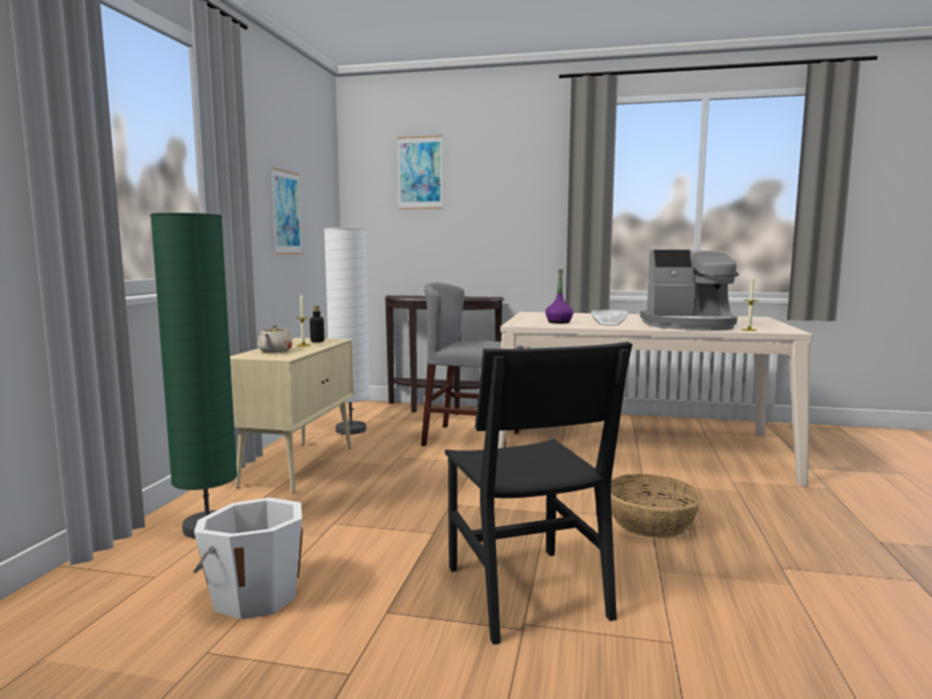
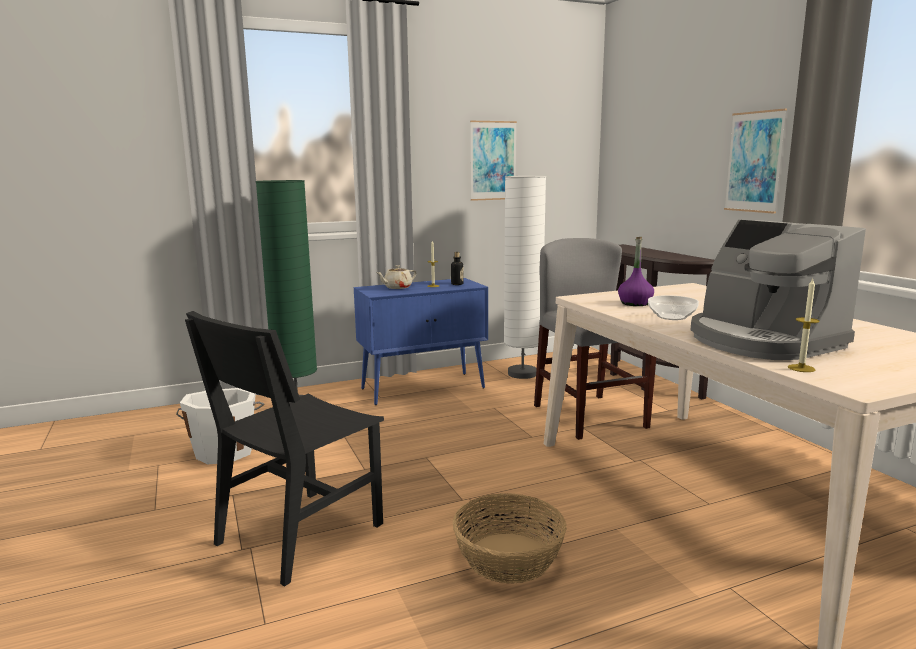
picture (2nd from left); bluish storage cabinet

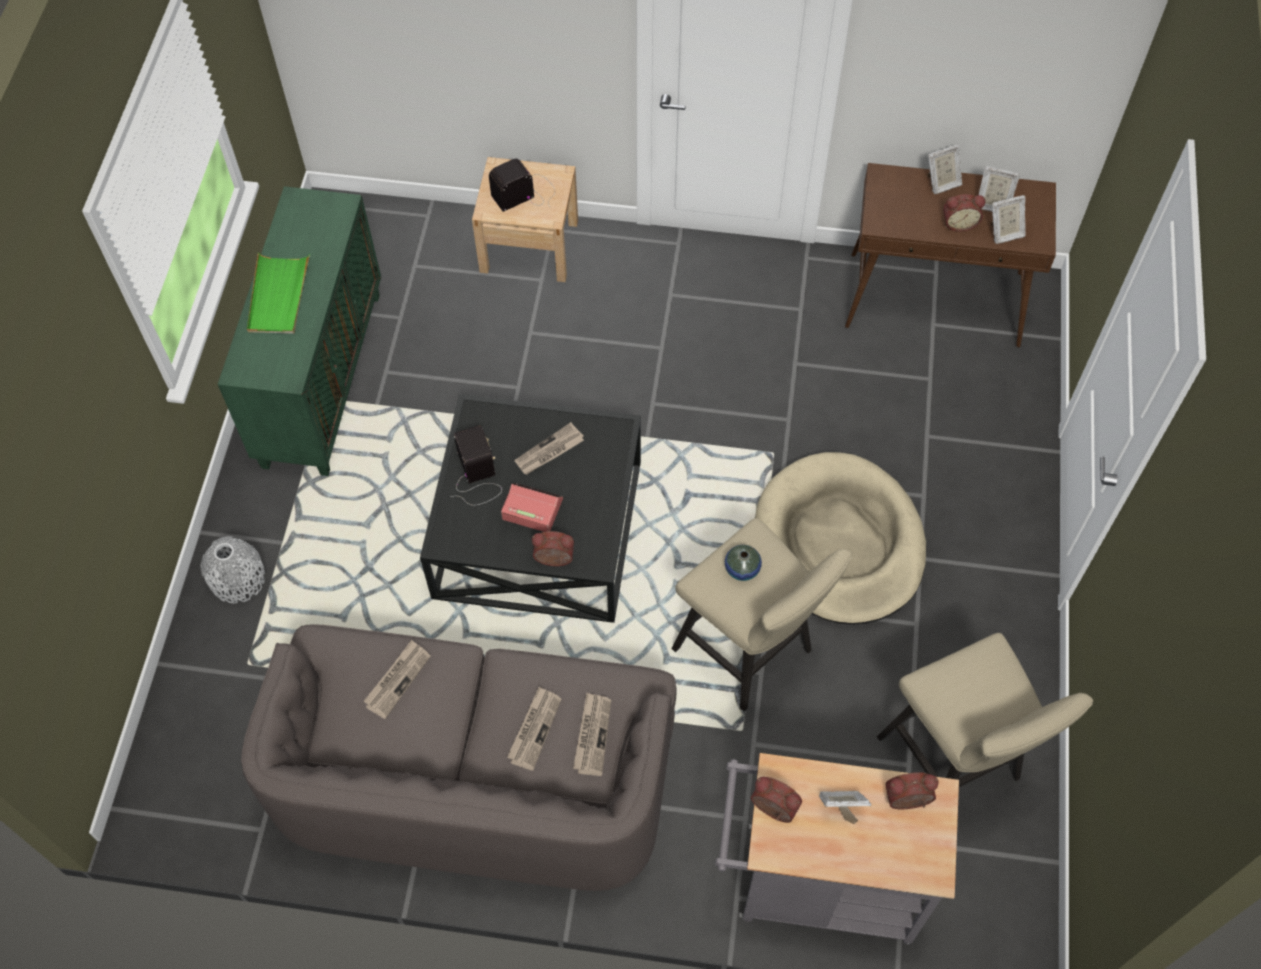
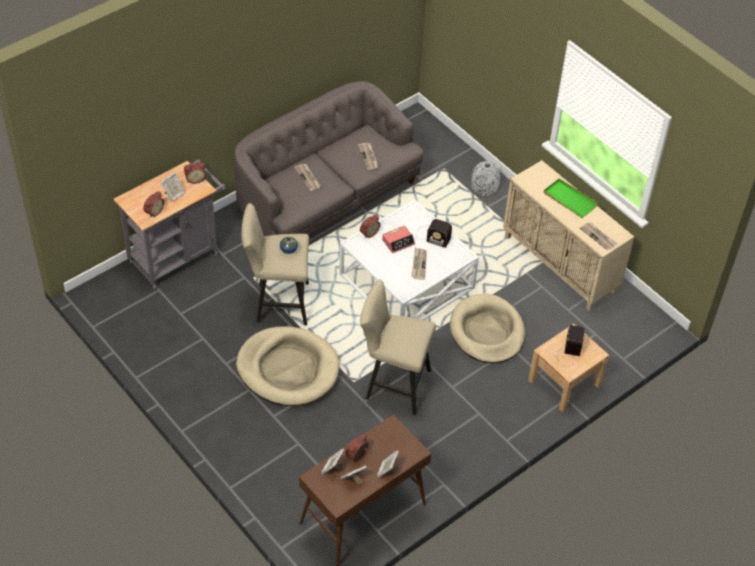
sand-coloured storage cabinet; whitish coffee table; sand-coloured stool (2nd from left); newspaper (4th from left); sand-coloured pet bed (2nd from left)

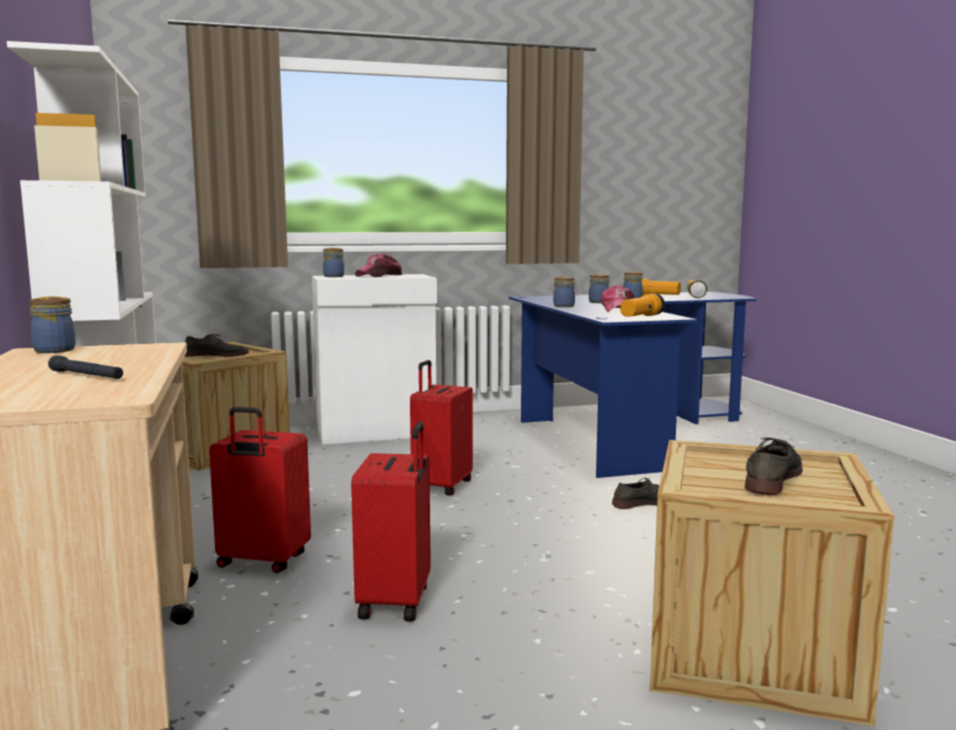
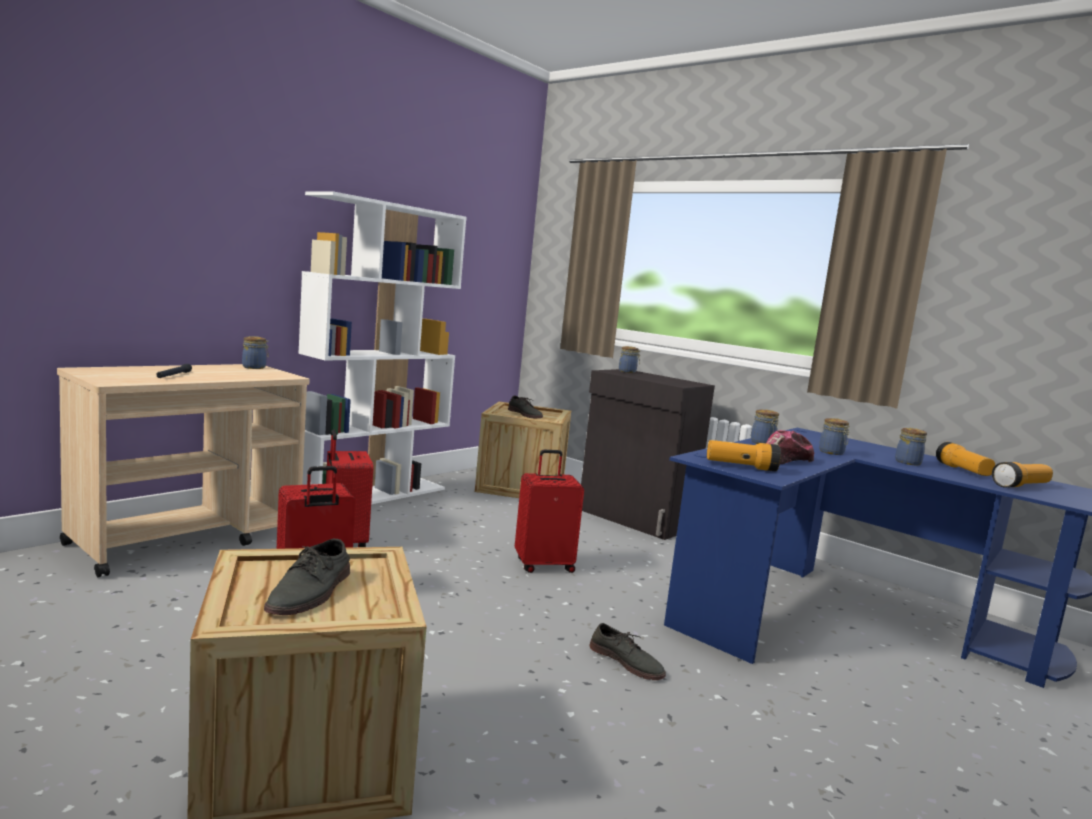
baseball cap (1st from left in the first image); black storage cabinet; greyish item of footwear (1st from left)

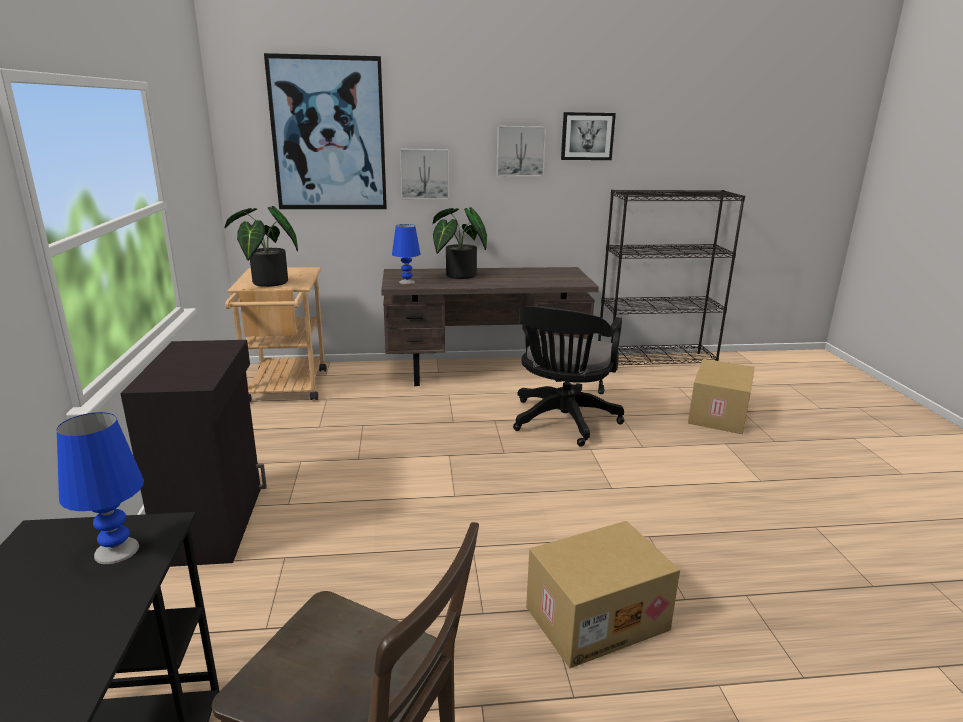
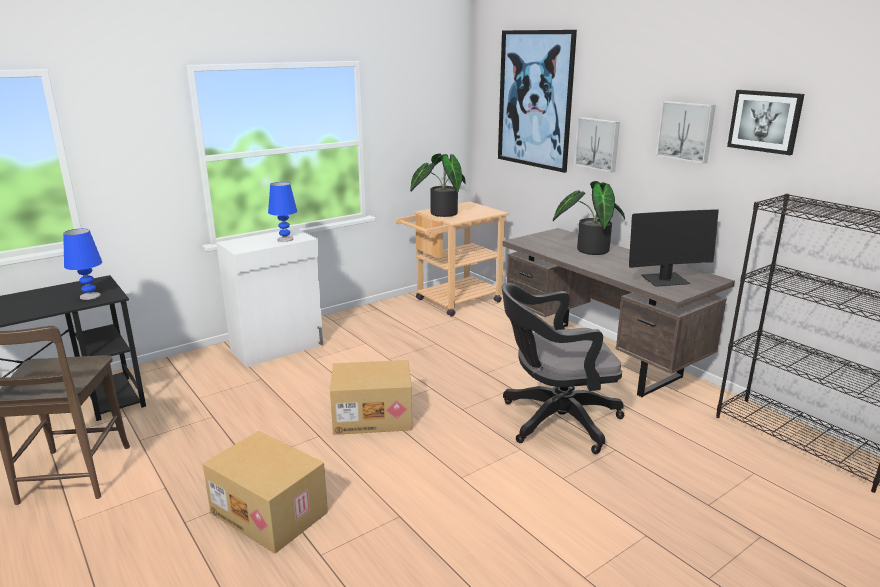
bluish lamp for a table (2nd from left); whitish storage cabinet; packing box (2nd from left); monitor

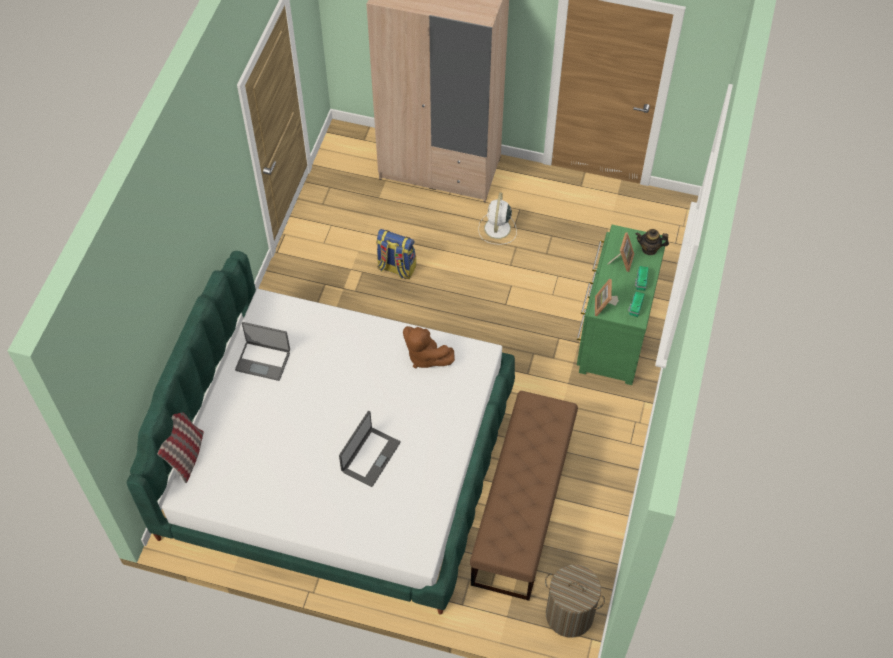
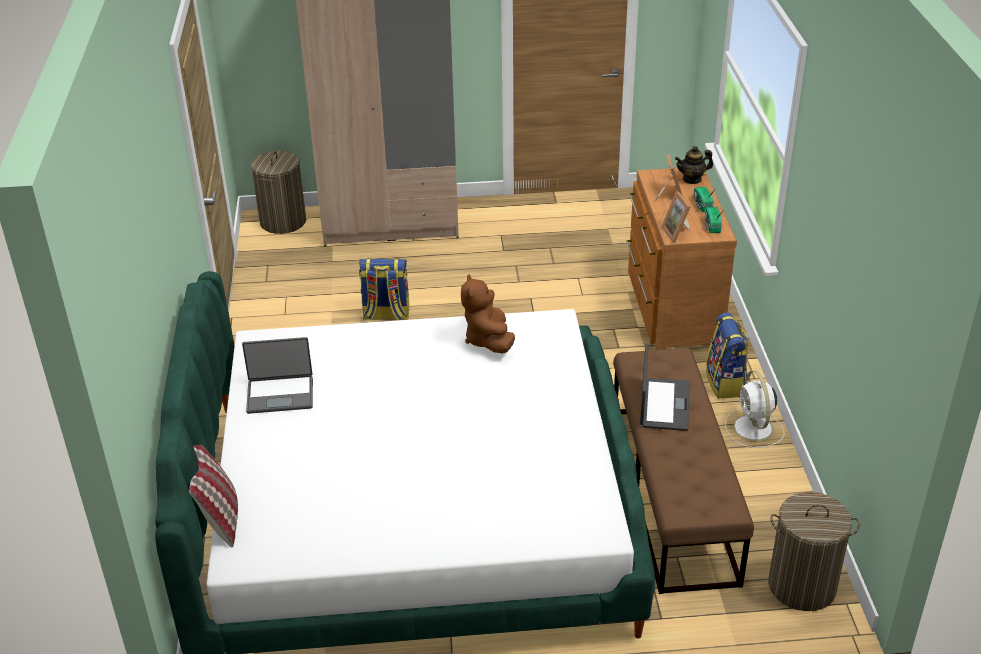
whitish cooling fan; brownish dresser; brownish plush toy; portable computer (2nd from left); washing basket (1st from left); backpack (2nd from left)

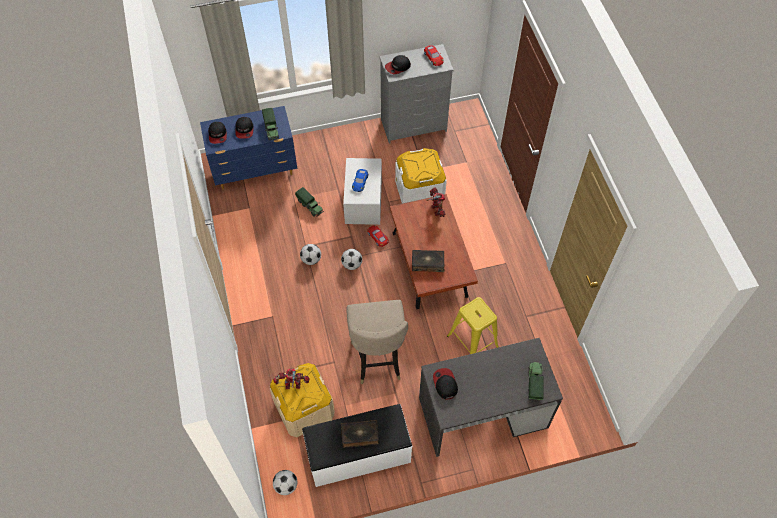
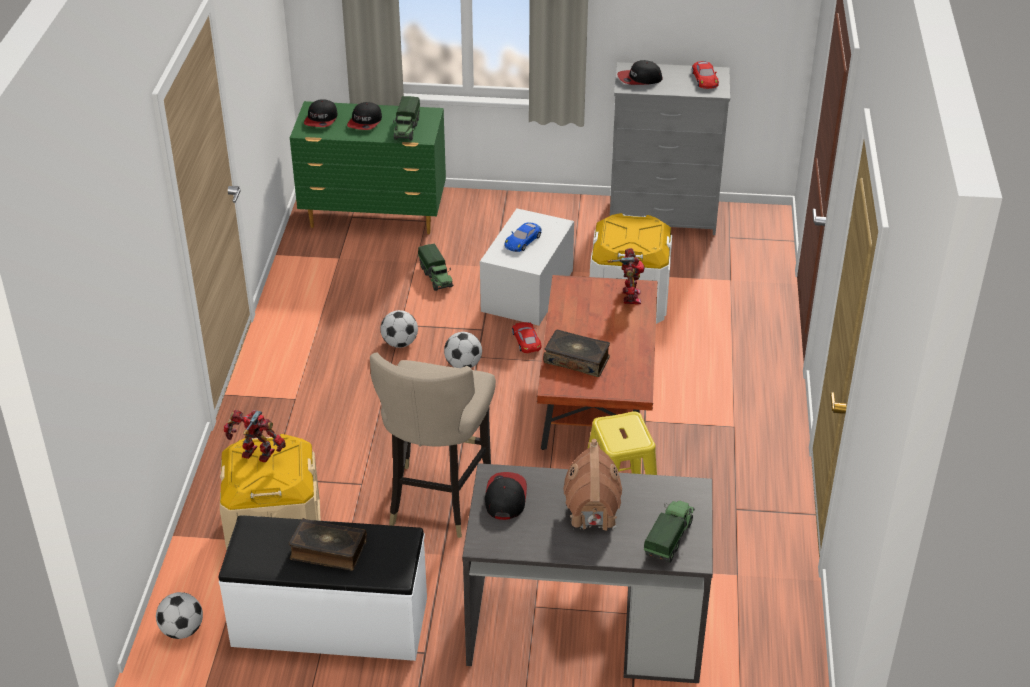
greenish dresser; toy house

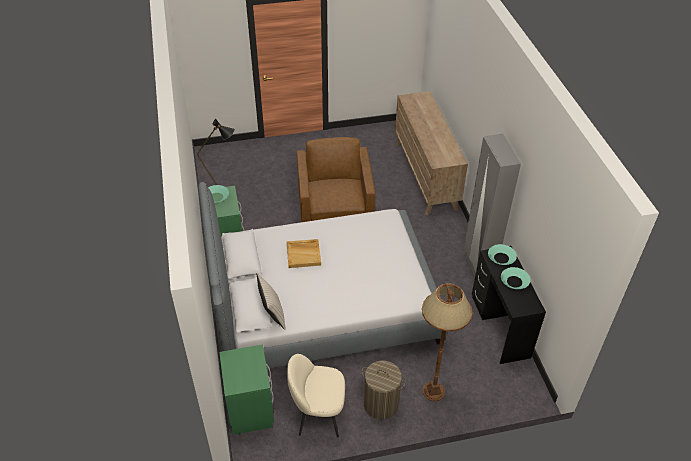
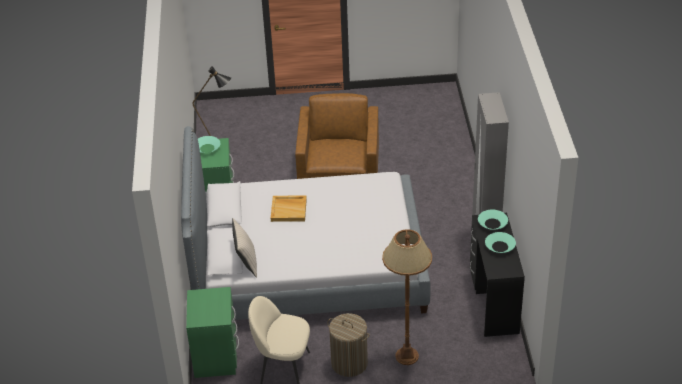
brownish dresser

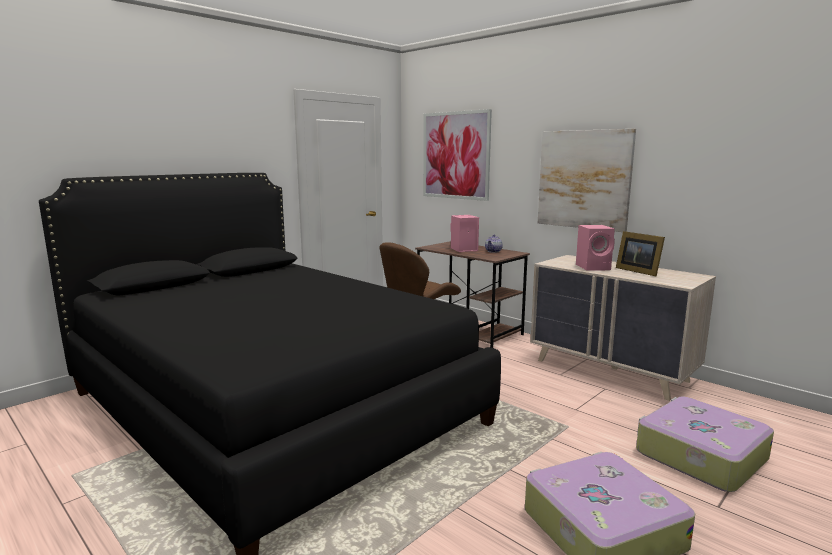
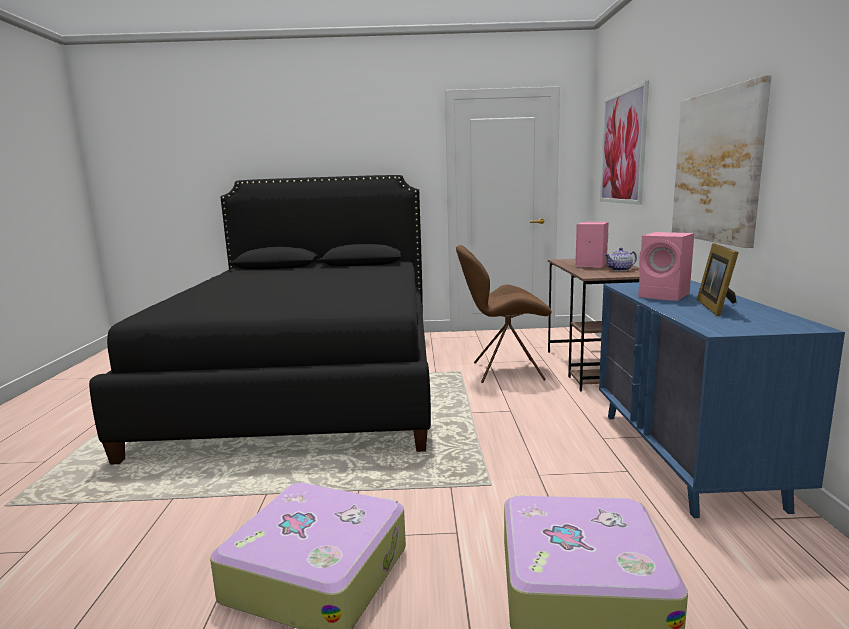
bluish dresser

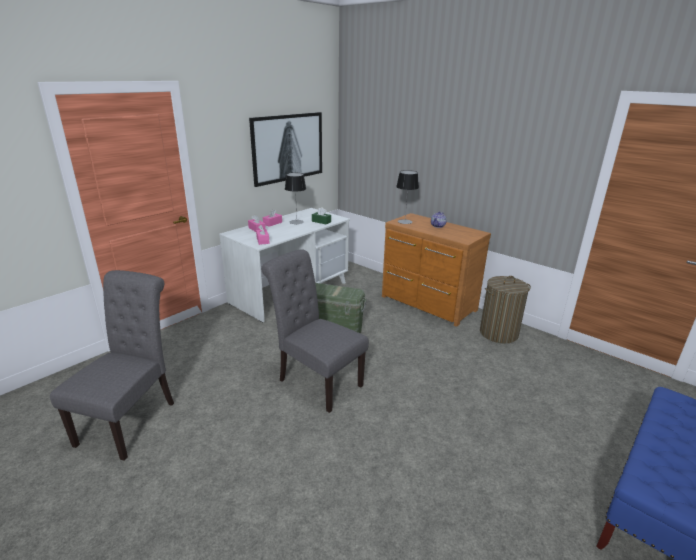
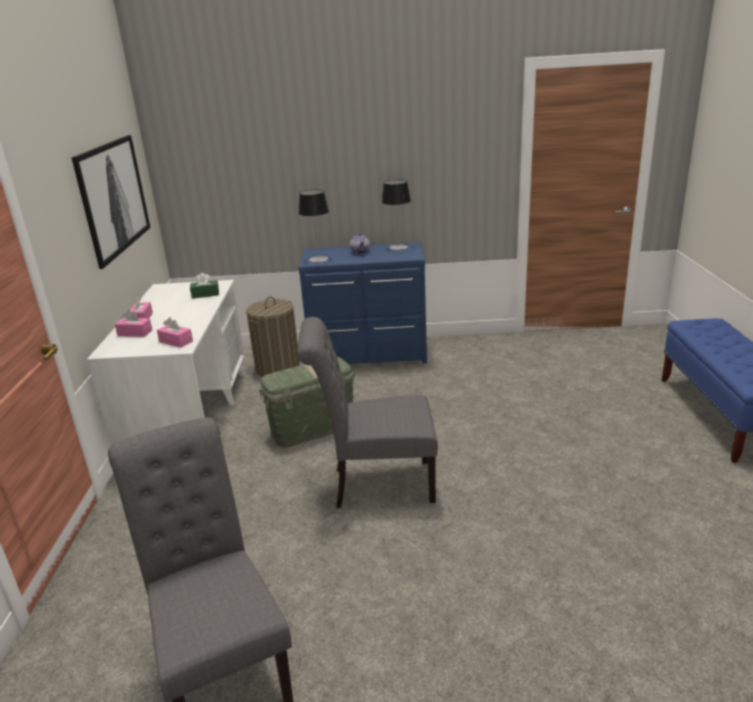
lamp for a table (2nd from left); bluish dresser; washing basket

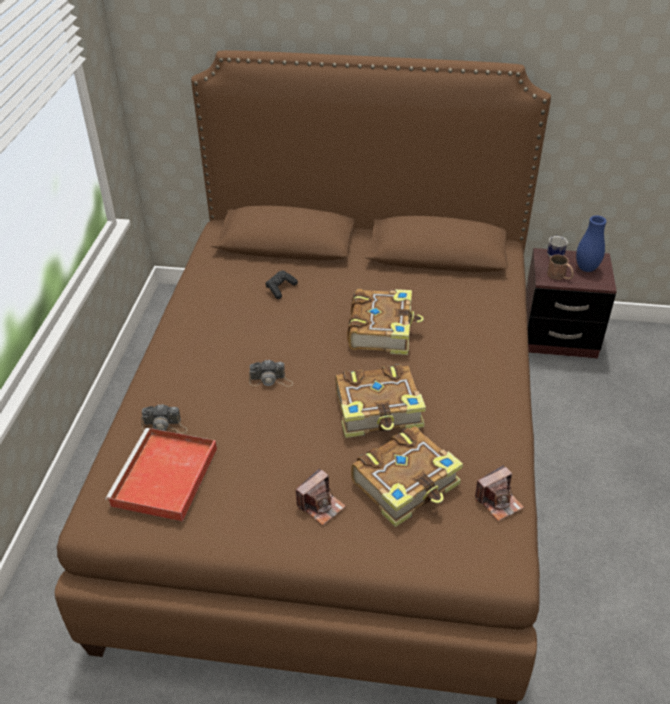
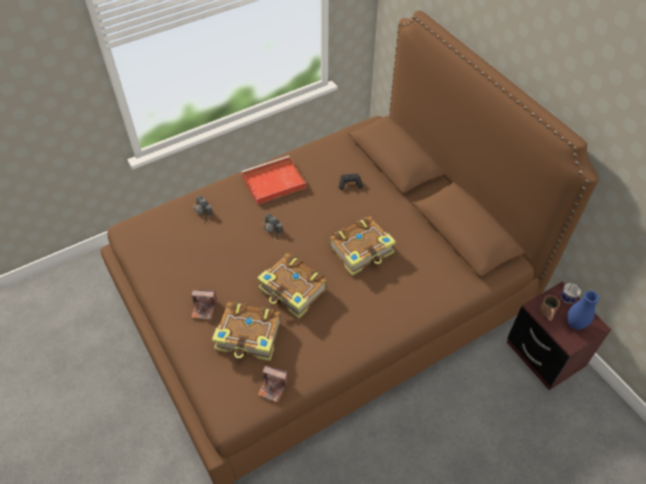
red serving tray

